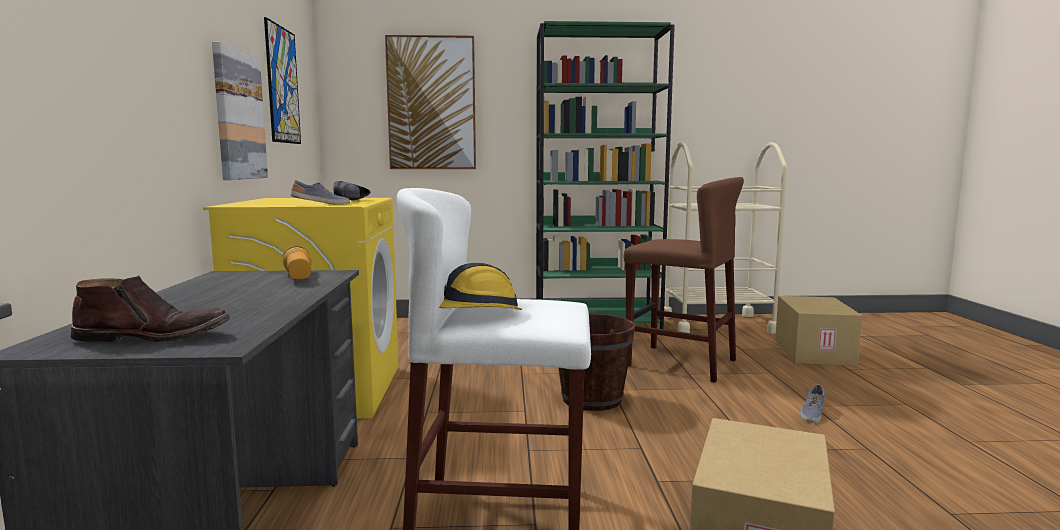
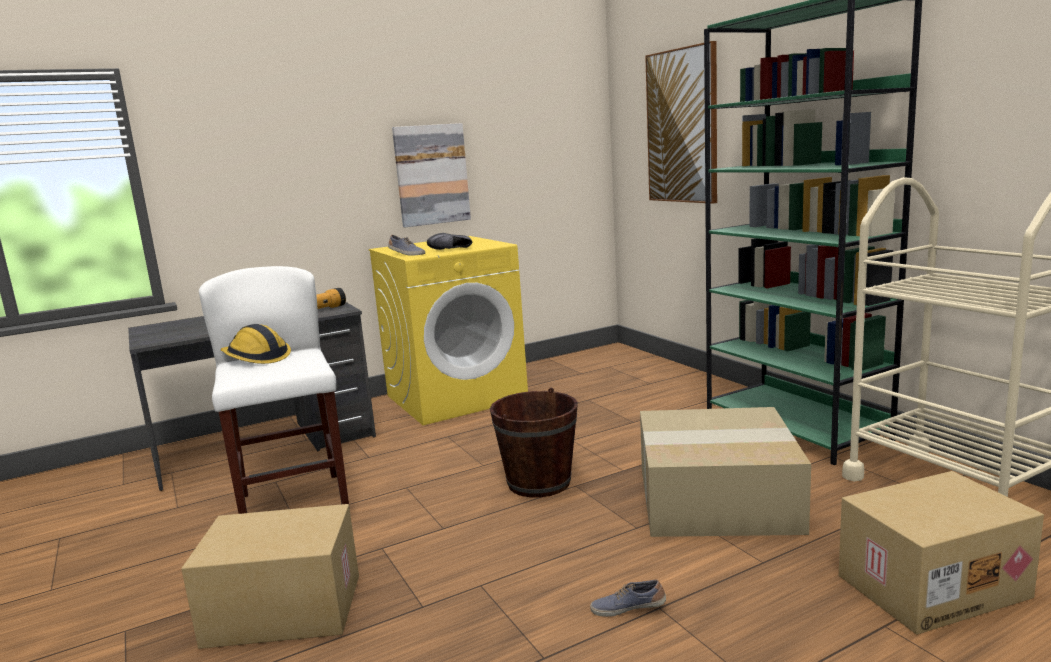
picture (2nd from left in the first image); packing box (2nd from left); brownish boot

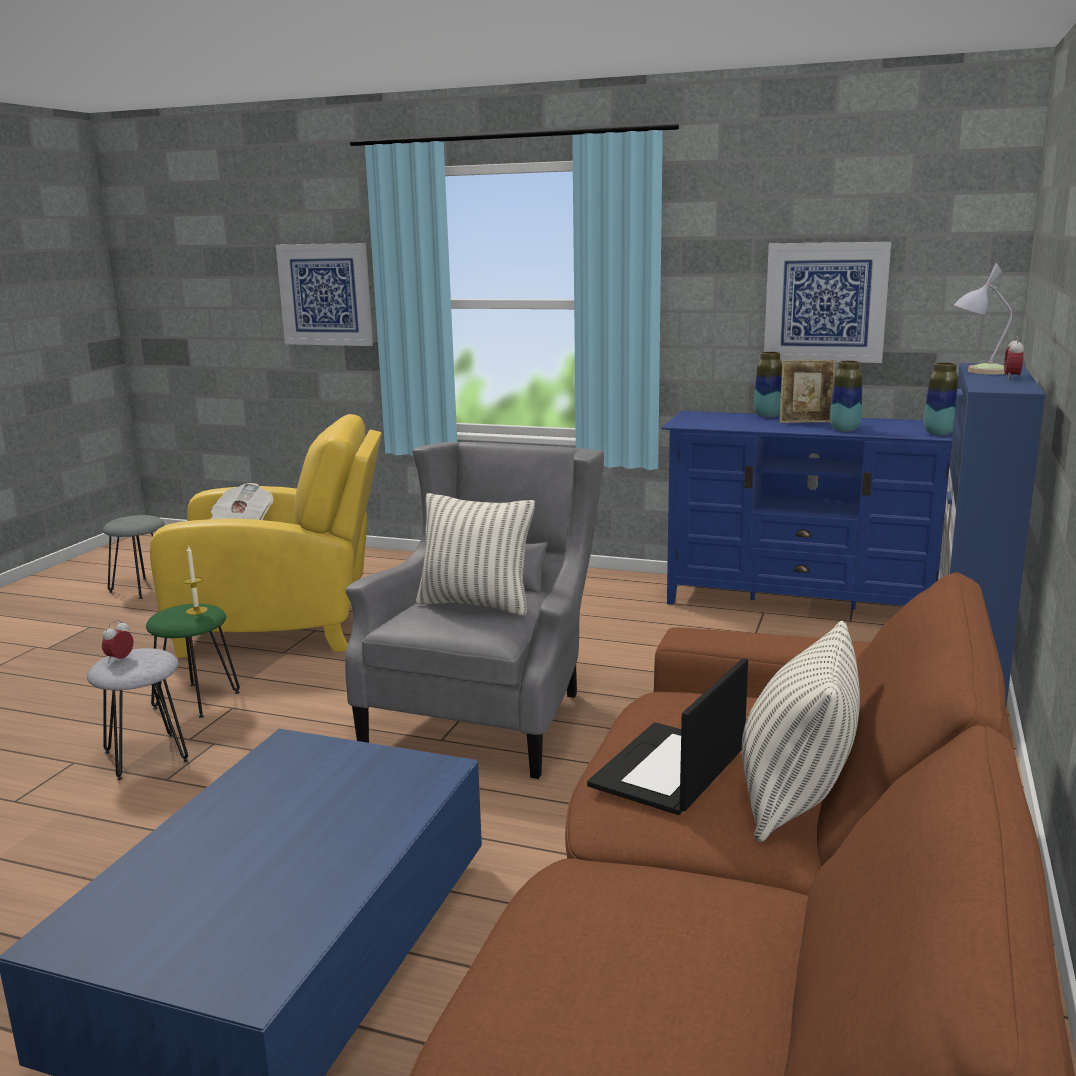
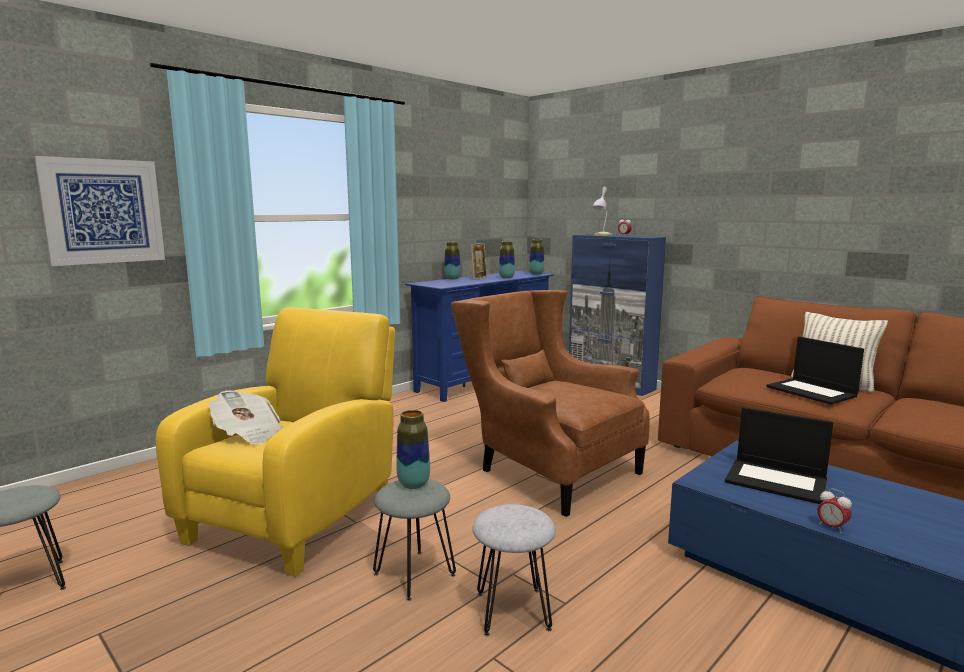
picture (2nd from left in the first image); brownish easy chair; cushion (1st from left in the first image); vase (1st from left); greyish stool (2nd from left); bedside clock (2nd from left); portable computer (1st from left)

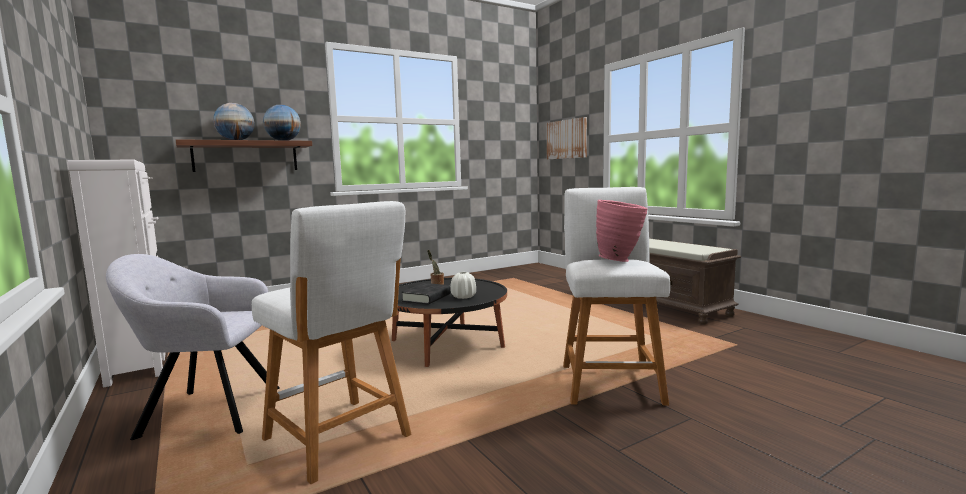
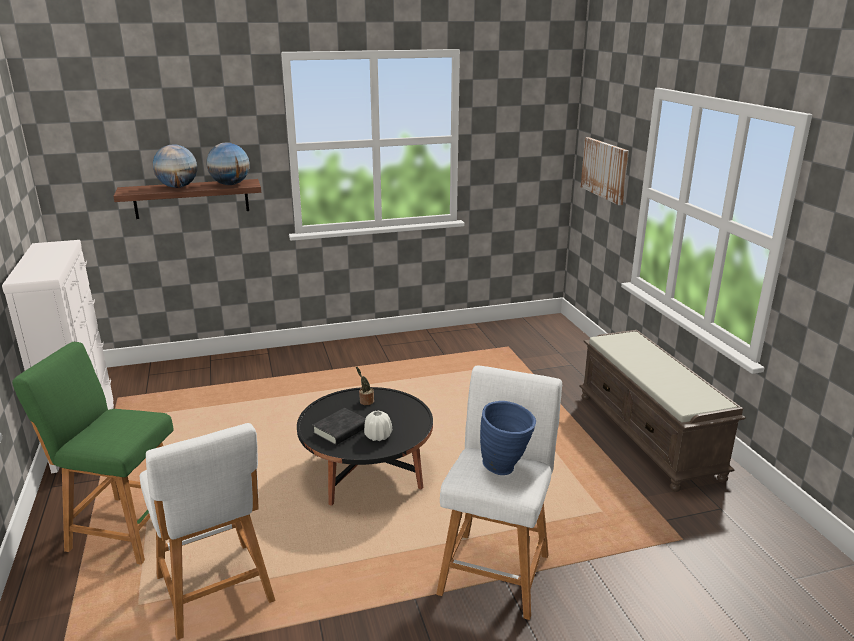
bluish vase; greenish stool

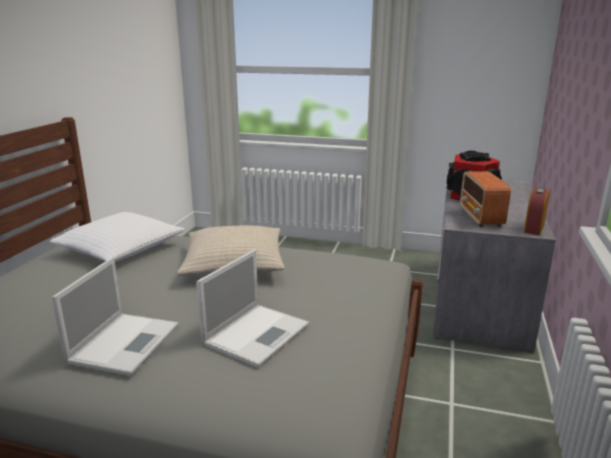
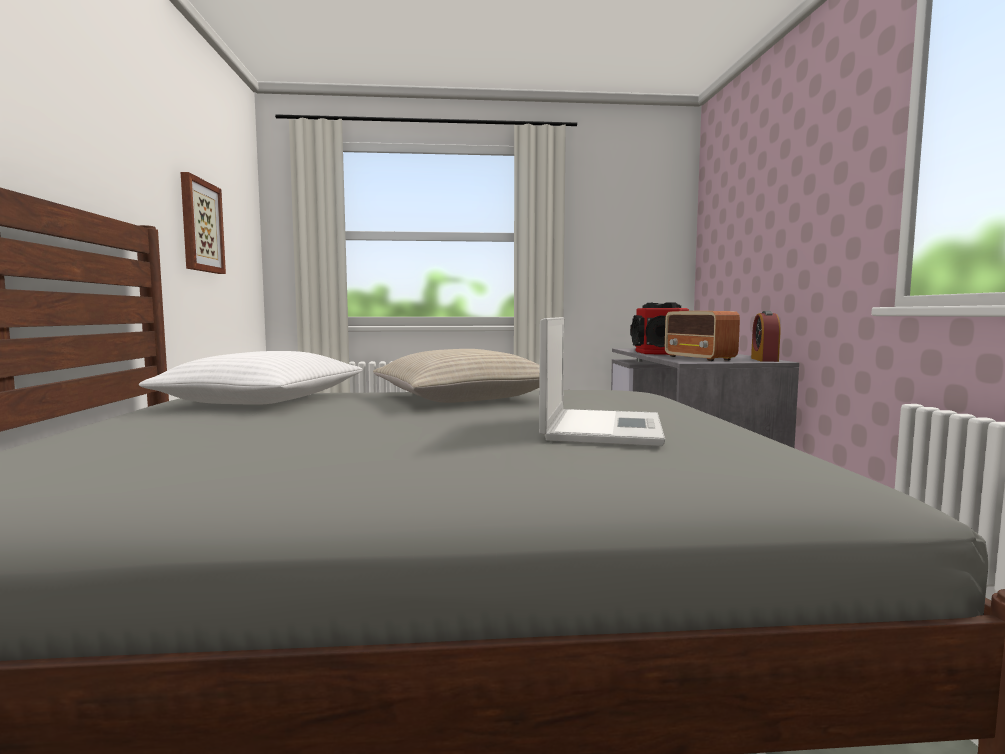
portable computer (1st from left in the first image); picture

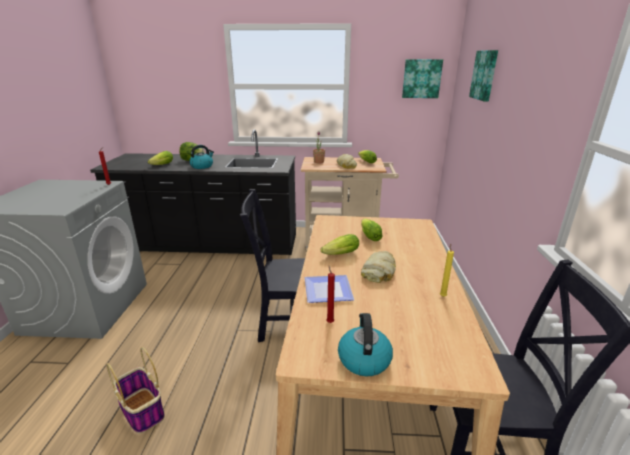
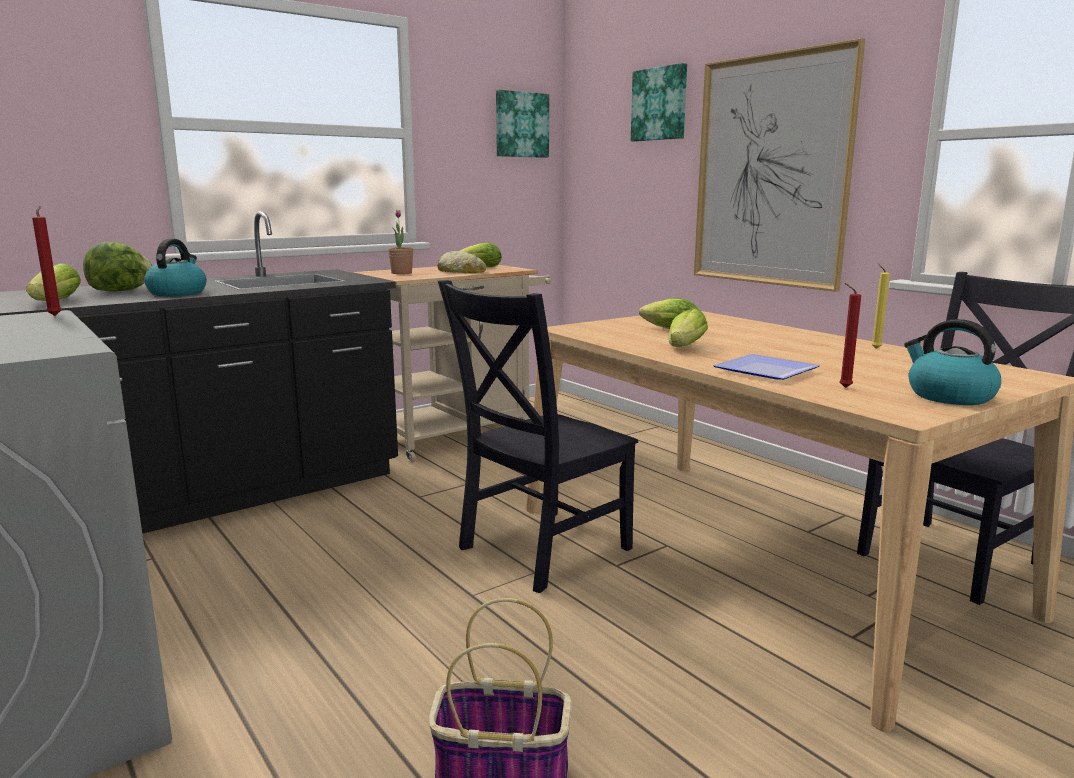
bakery bread (2nd from left in the first image); picture (3rd from left)

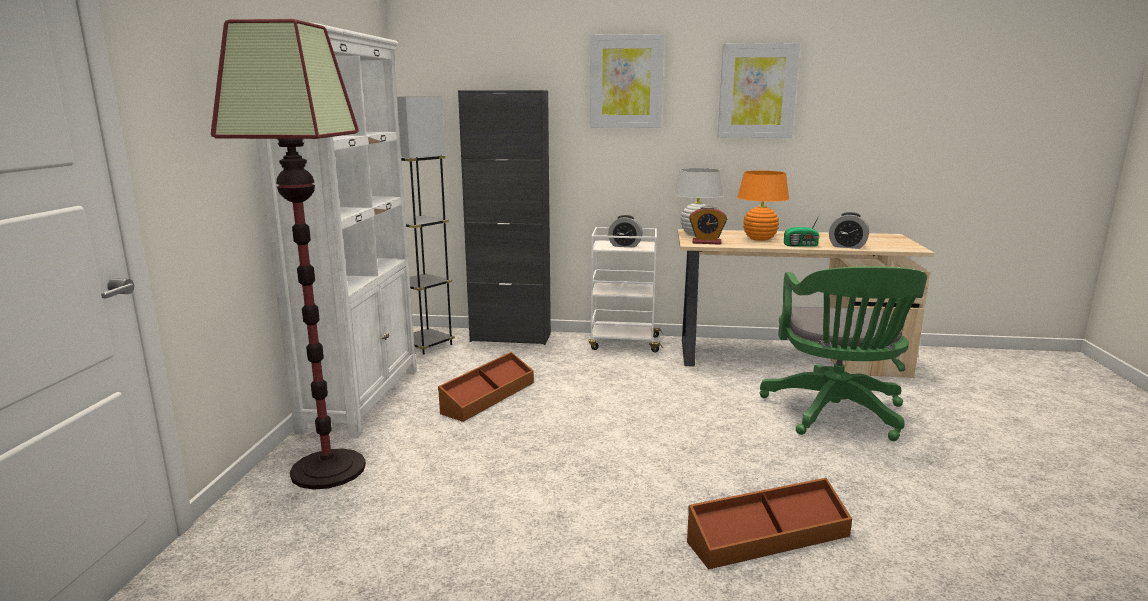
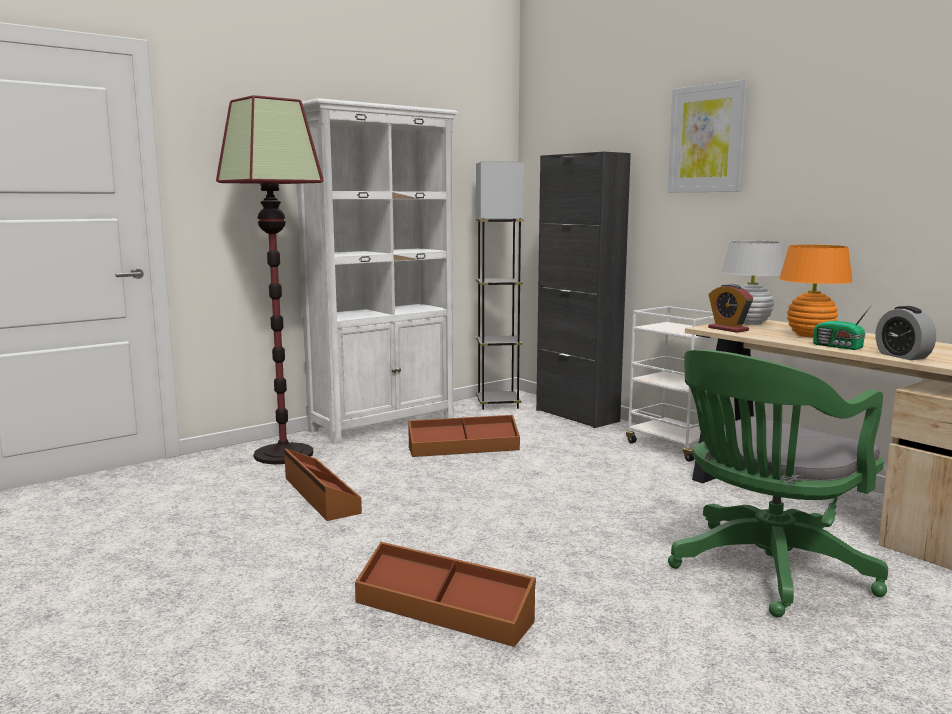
picture (2nd from left in the first image); bedside clock (1st from left in the first image); brownish storage container (1st from left)

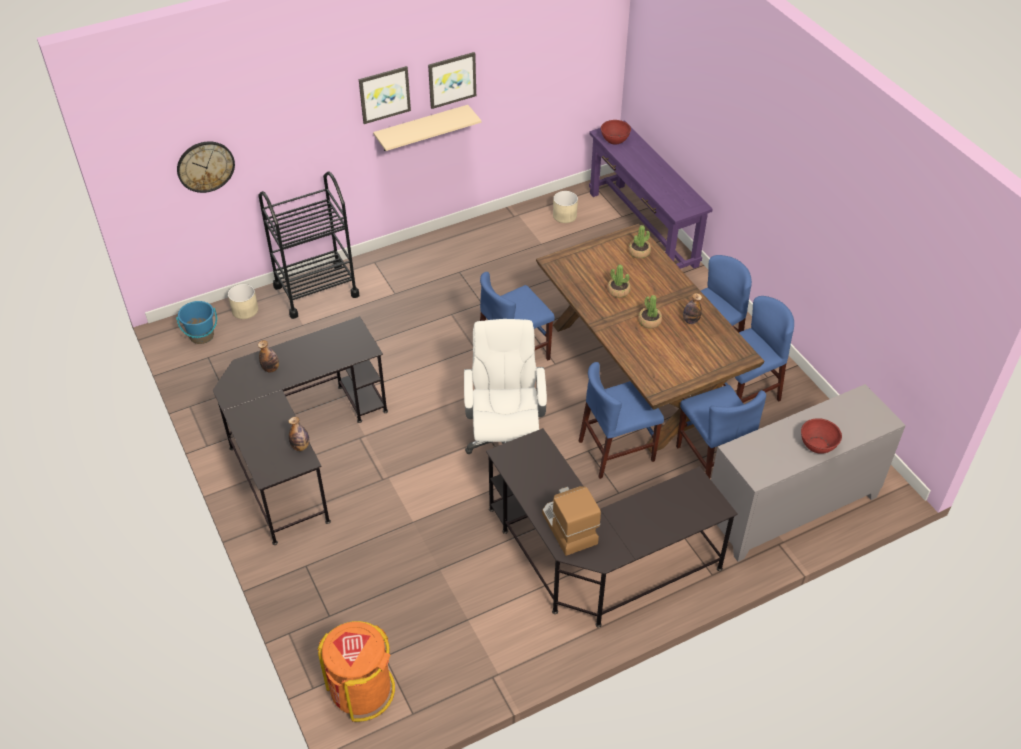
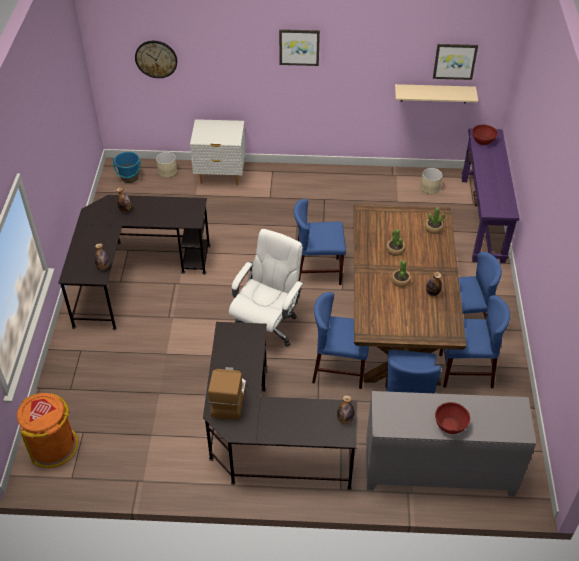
picture (2nd from left); sand-coloured shelf; whitish night table; beverage bottle (3rd from left)

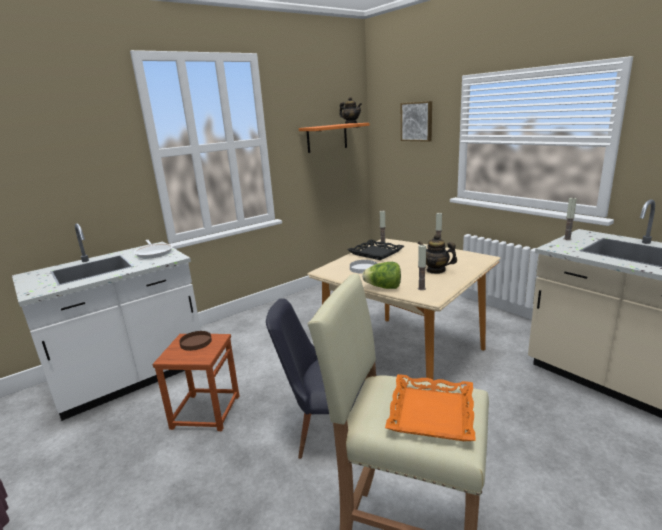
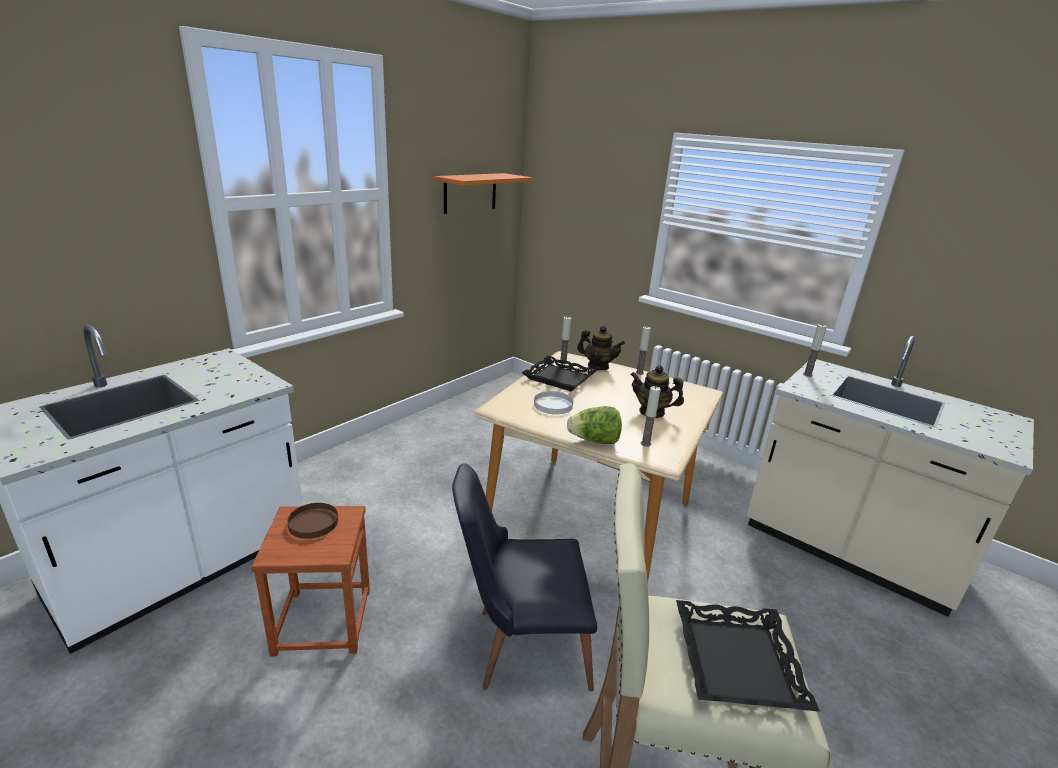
tea pot (1st from left); picture; frying pan; black serving tray (2nd from left)

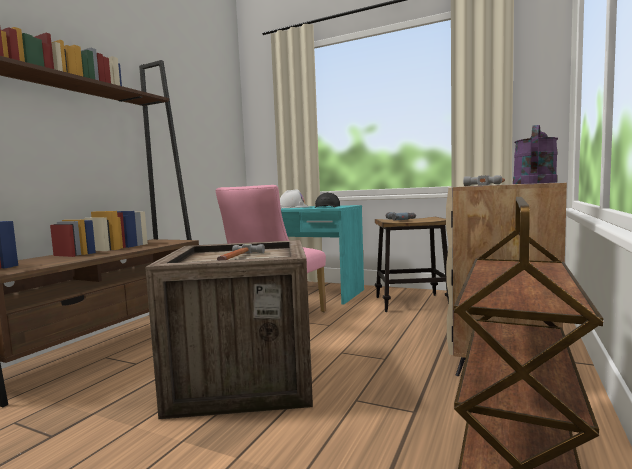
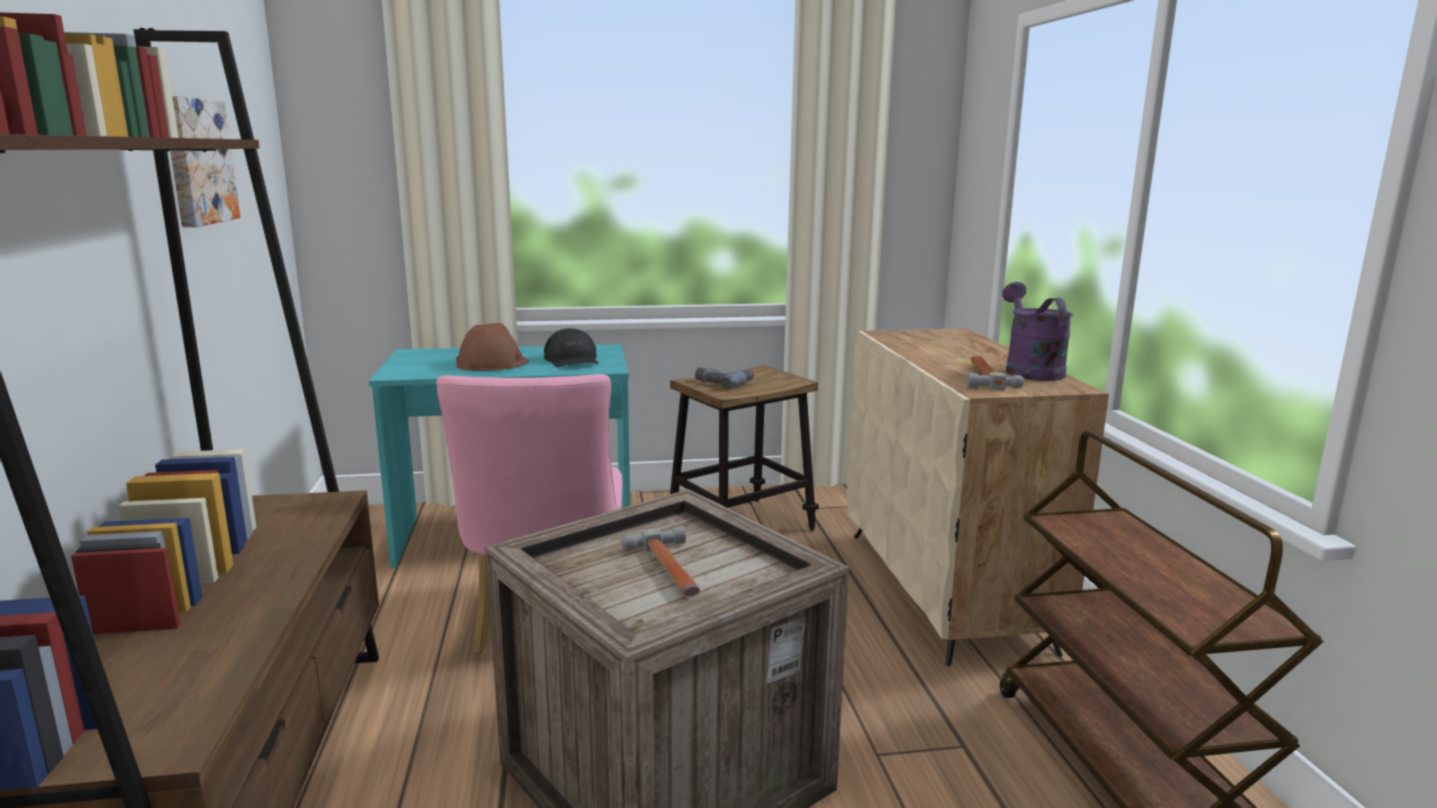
brownish hard hat; picture

